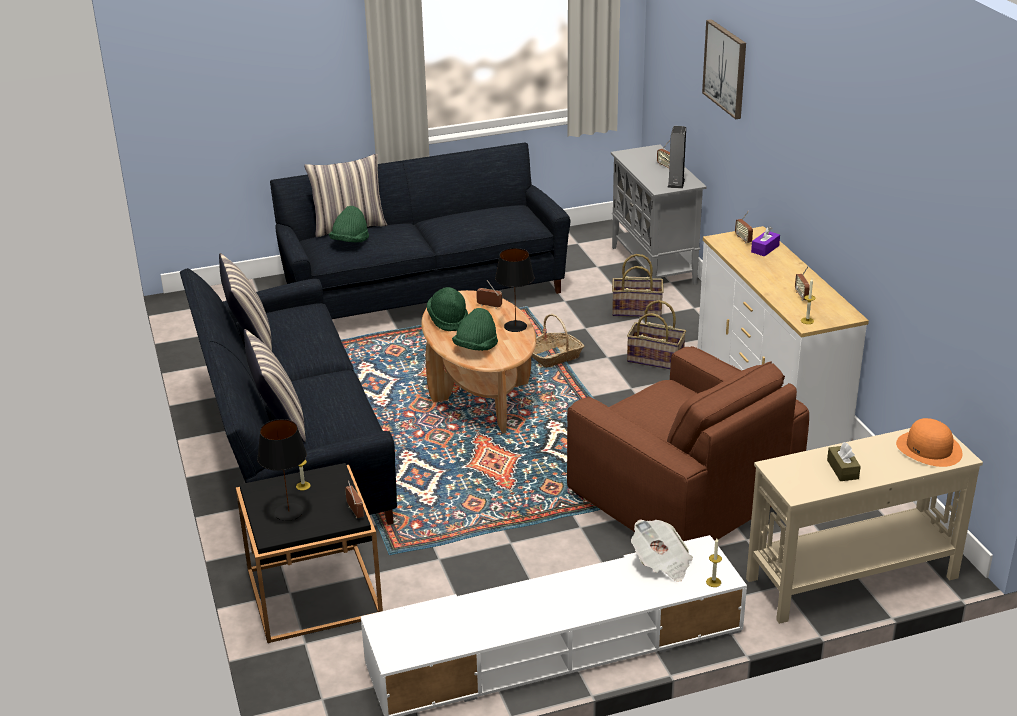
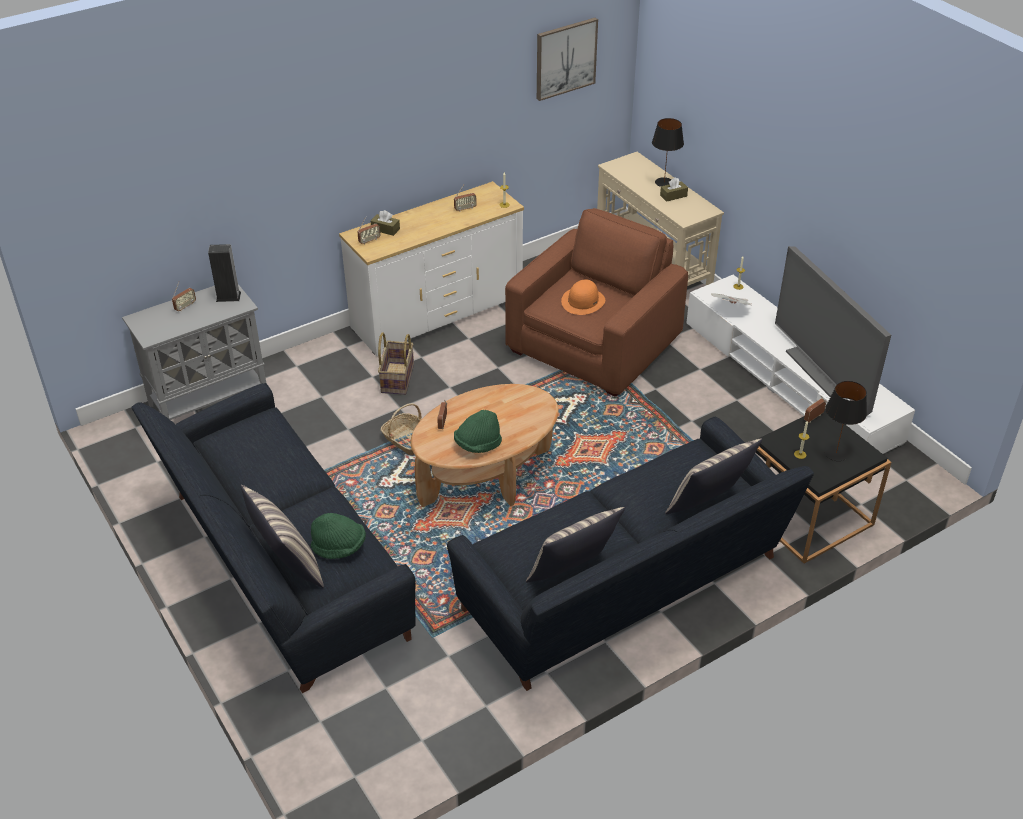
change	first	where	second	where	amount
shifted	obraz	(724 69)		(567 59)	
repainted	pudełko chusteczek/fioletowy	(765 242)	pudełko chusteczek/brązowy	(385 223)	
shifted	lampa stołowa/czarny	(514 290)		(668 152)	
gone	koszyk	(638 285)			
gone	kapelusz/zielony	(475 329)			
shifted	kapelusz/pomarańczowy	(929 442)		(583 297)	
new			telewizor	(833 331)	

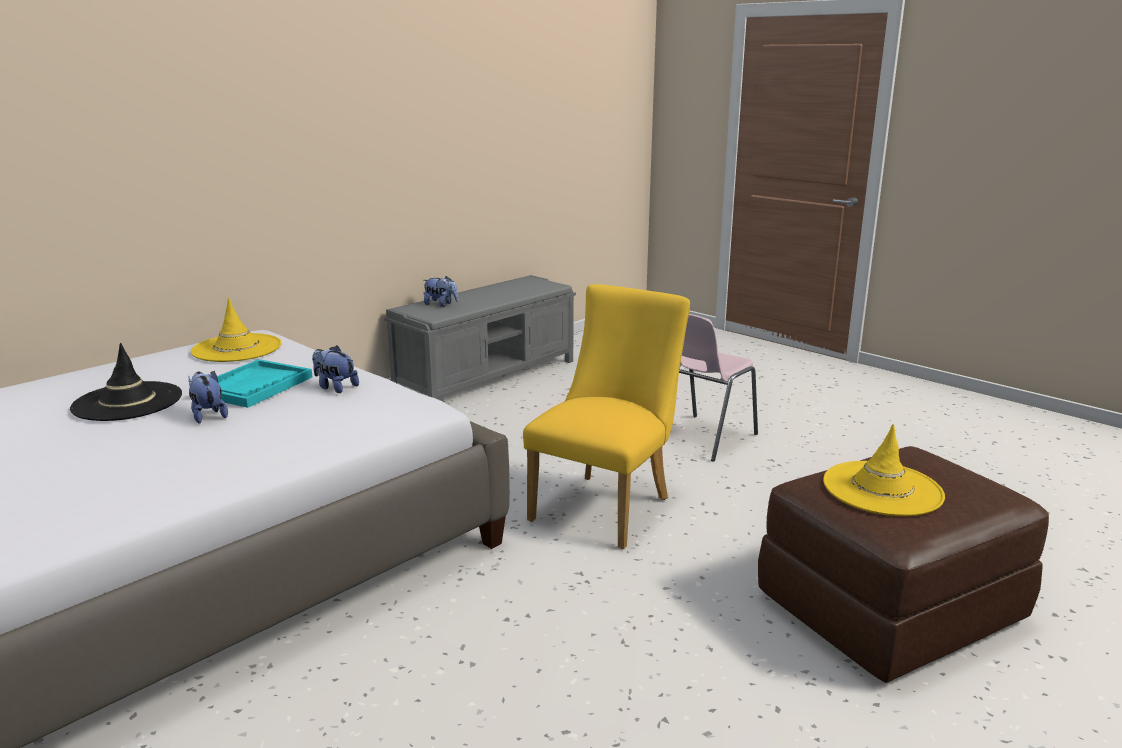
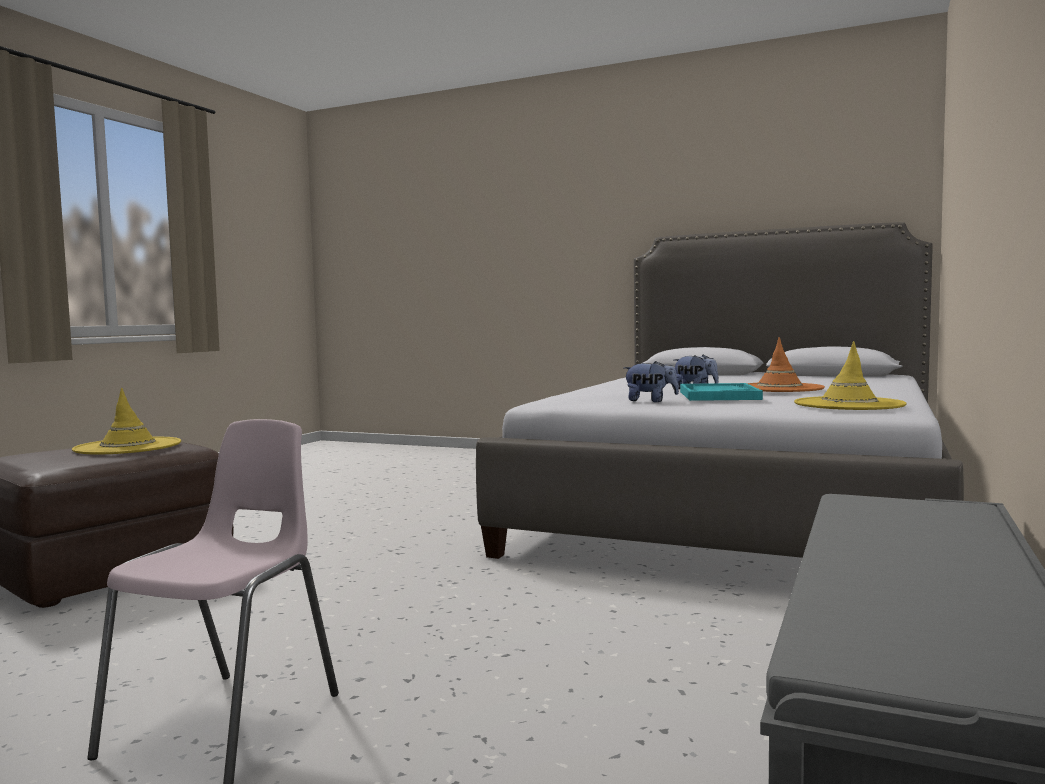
change	first	where	second	where	amount
gone	pluszak	(441 291)			
gone	krzesło/żółty	(606 416)			
repainted	kapelusz/czarny	(126 382)	kapelusz/pomarańczowy	(786 364)	

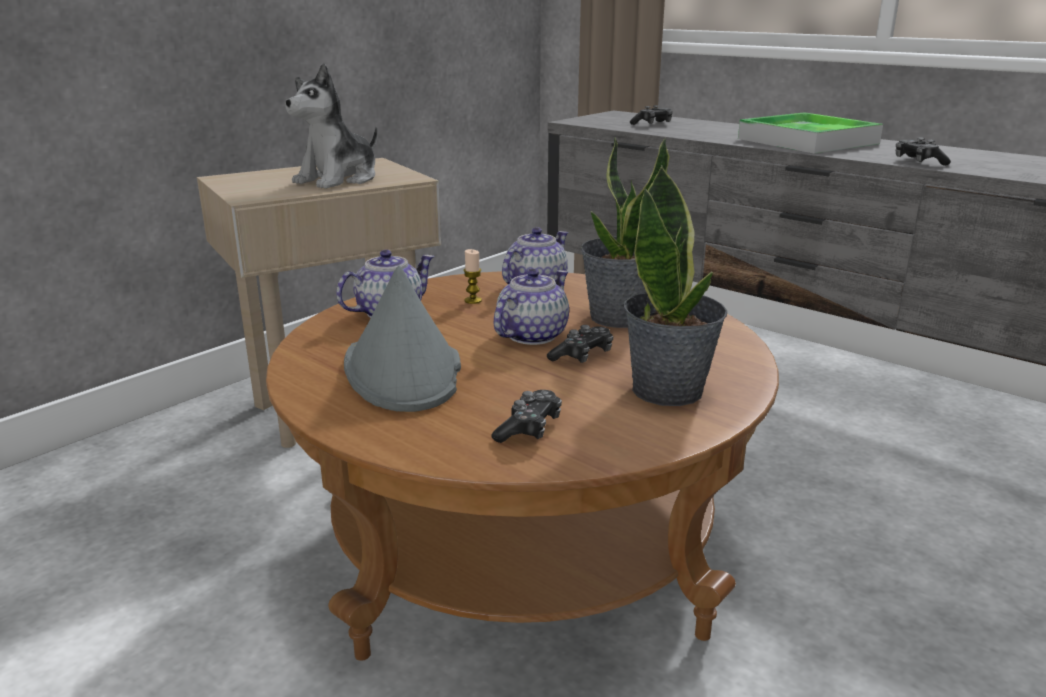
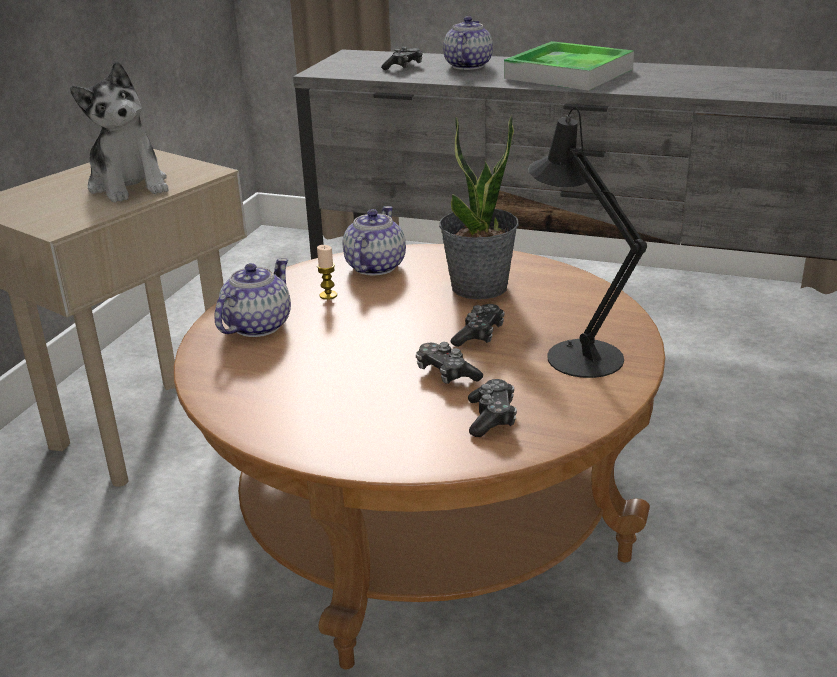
change	first	where	second	where	amount
rotated	pluszak	(331 126)		(119 132)	45 degrees counterclockwise
shifted	pad do gier	(923 151)		(449 363)	
swapped	roślina doniczkowa	(675 285)	lampa stołowa/czarny	(587 242)	
gone	kapelusz/szary	(402 338)			
shifted	imbryk	(531 306)		(468 43)	

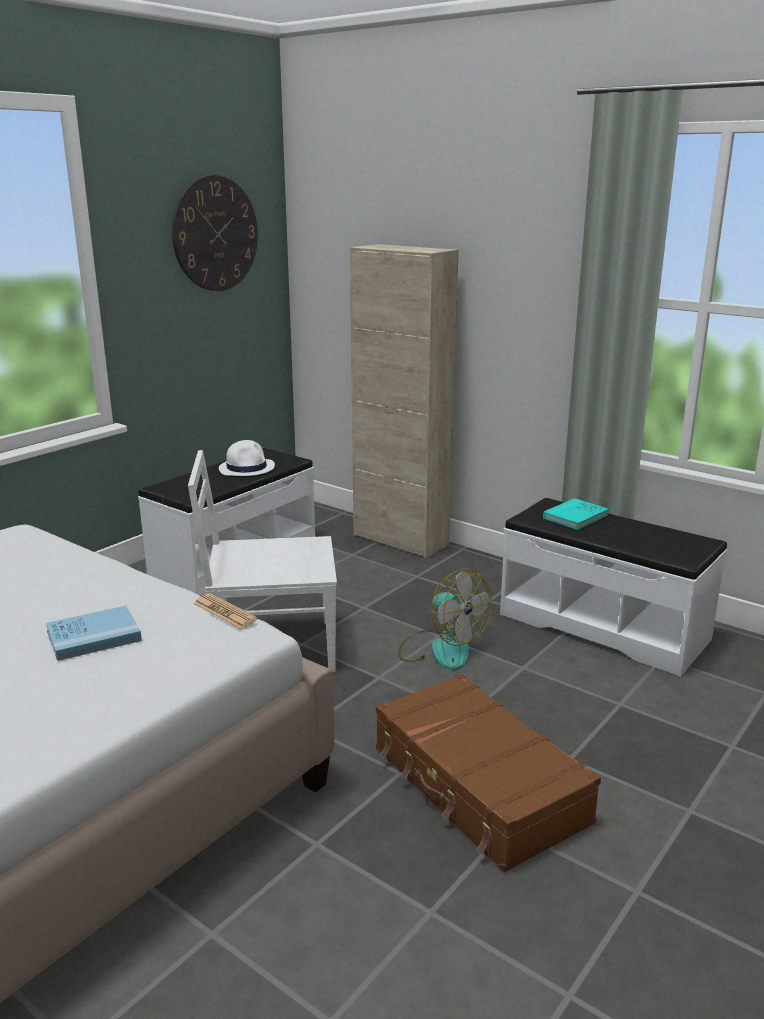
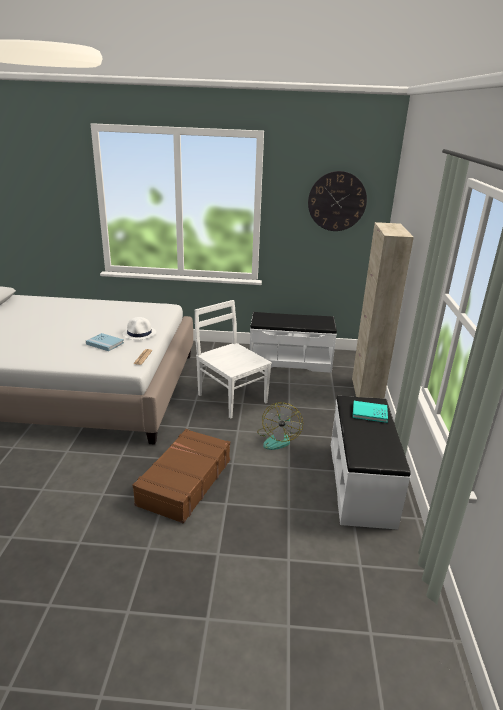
change	first	where	second	where	amount
shifted	kapelusz/biały	(247 458)		(139 328)	

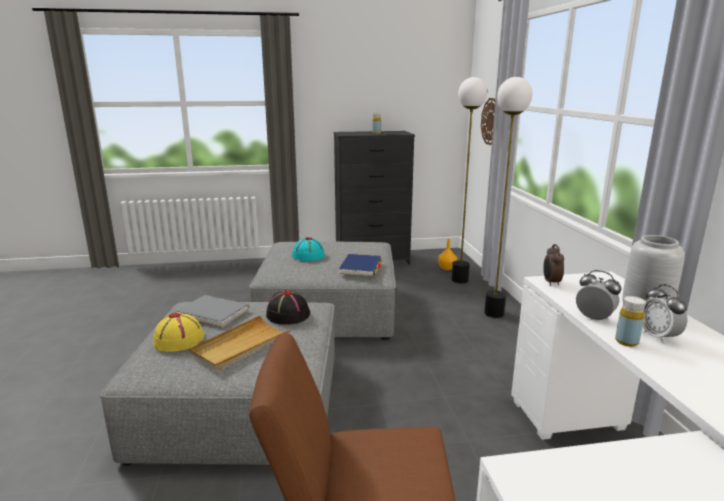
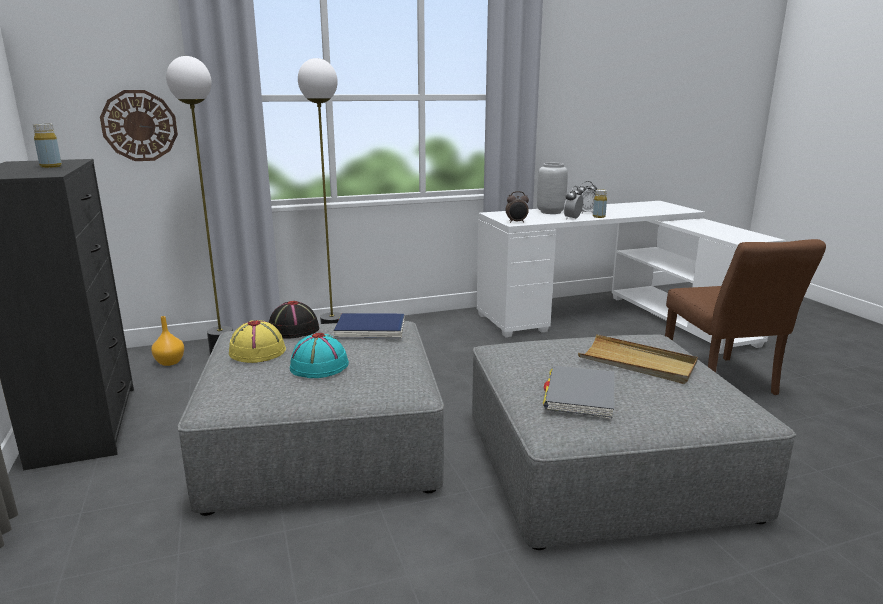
change	first	where	second	where	amount
shifted	kapelusz/czarny	(288 307)		(294 319)	
shifted	kapelusz/żółty	(178 332)		(257 341)	

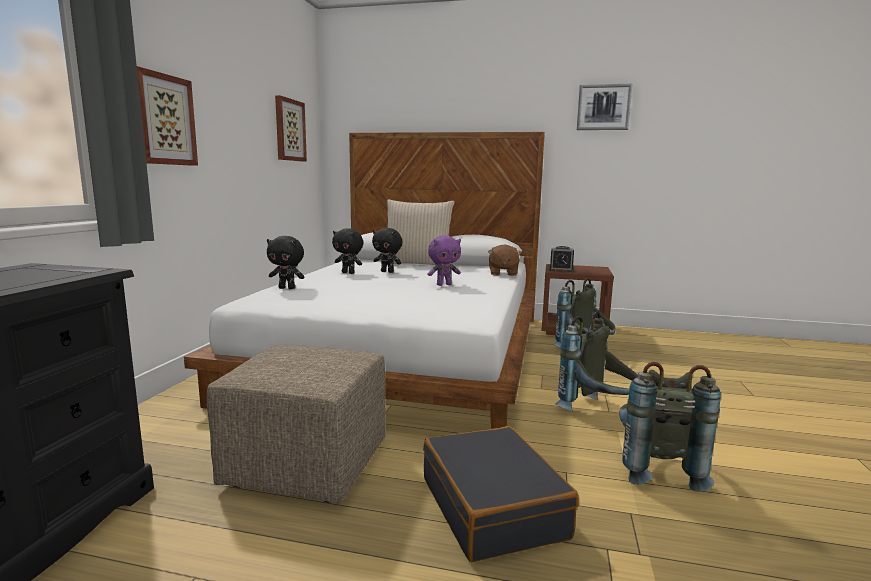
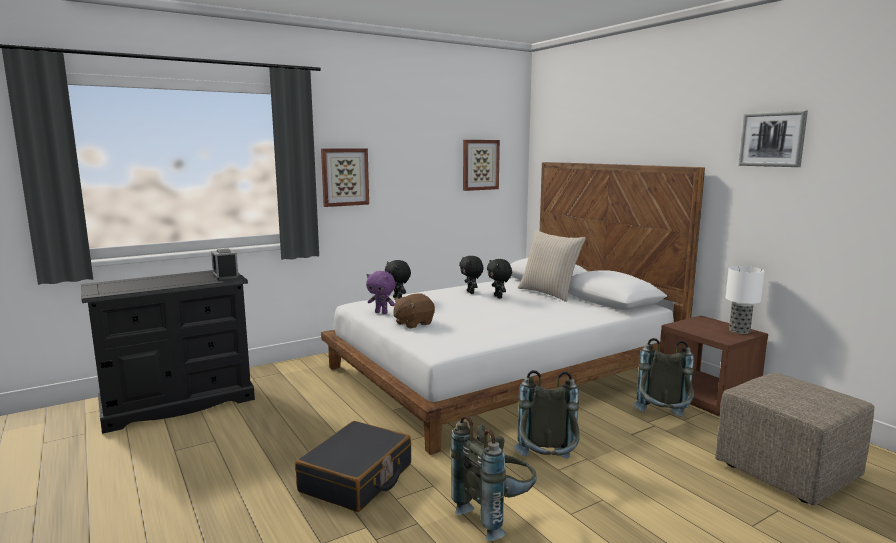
change	first	where	second	where	amount
shifted	pluszak/fioletowy	(444 261)		(380 292)	
shifted	pluszak/brązowy	(505 260)		(414 311)	
shifted	budzik	(561 259)		(225 264)	
shifted	pufa/beżowy	(296 424)		(794 439)	
new			lampa stołowa	(745 300)	

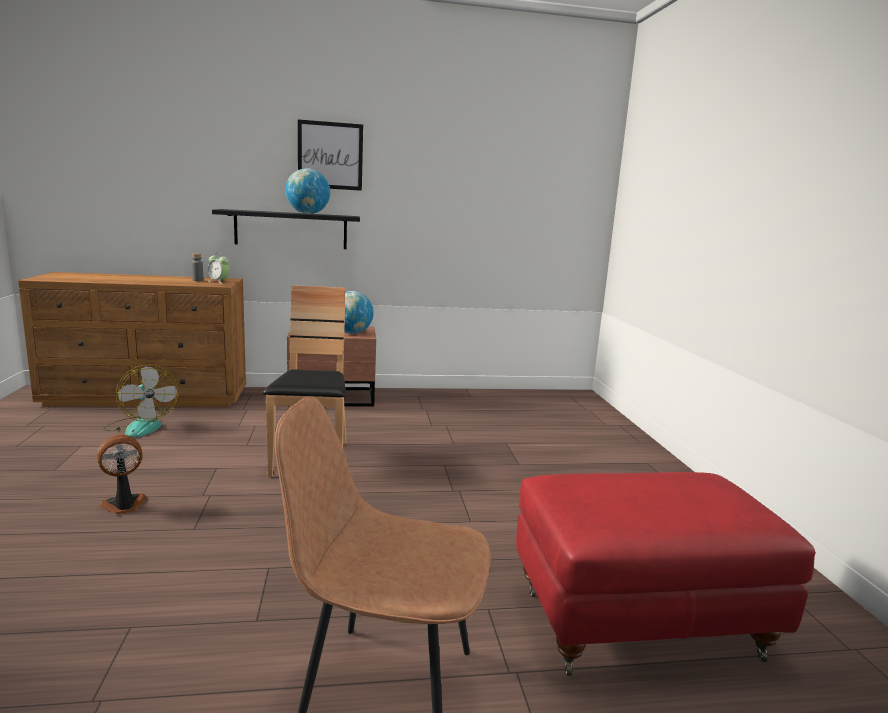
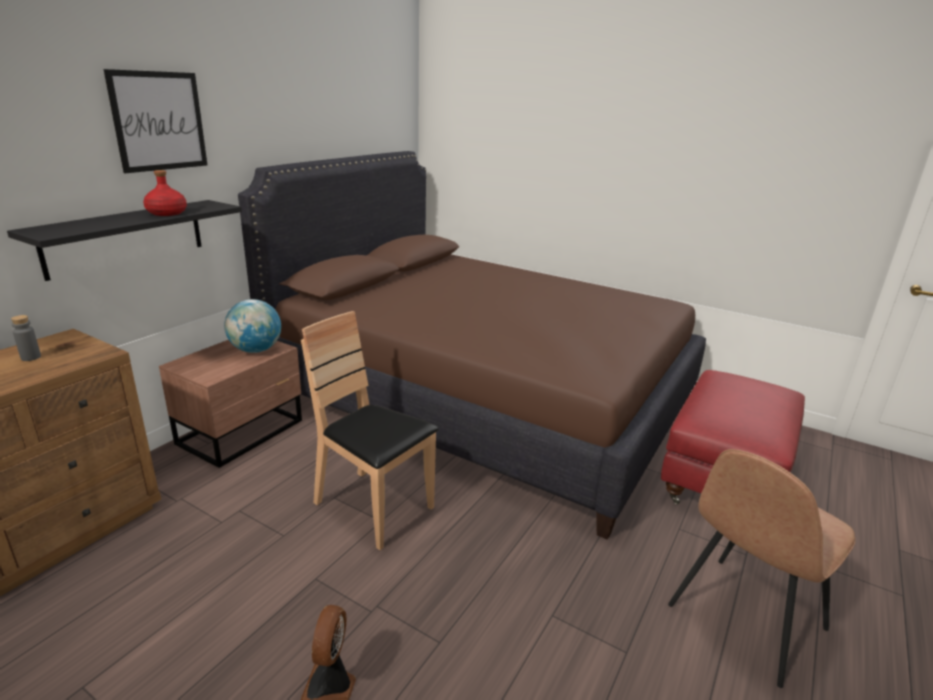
change	first	where	second	where	amount
swapped	globus	(307 191)	butelka/czerwony	(165 193)	
gone	budzik	(219 268)			
gone	wentylator	(140 401)			
new			łóżko/brązowy	(472 345)	

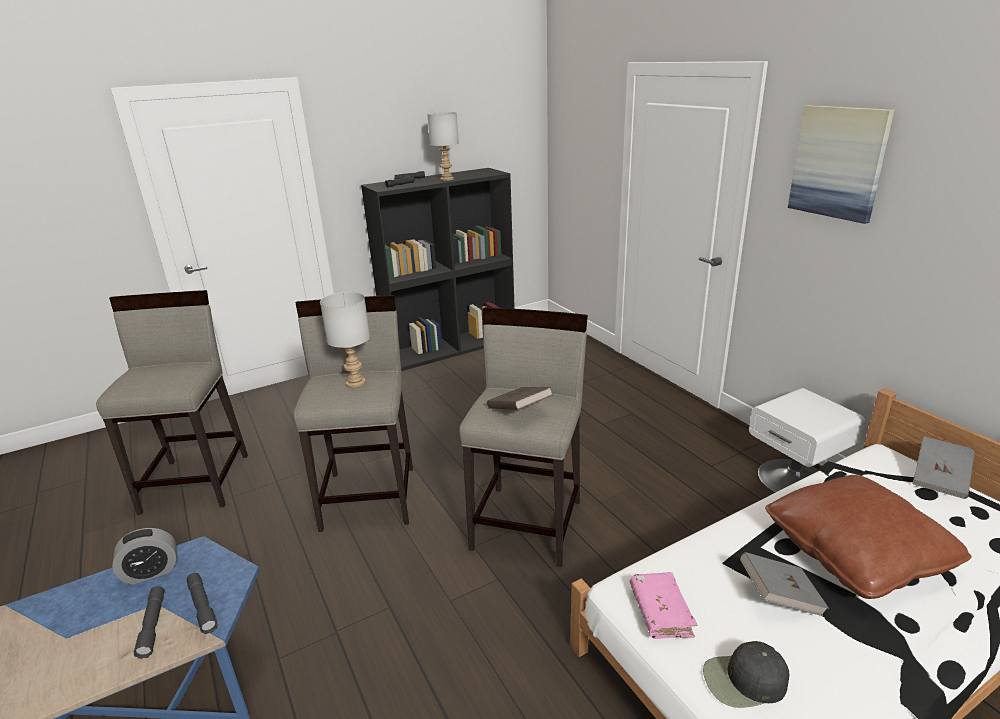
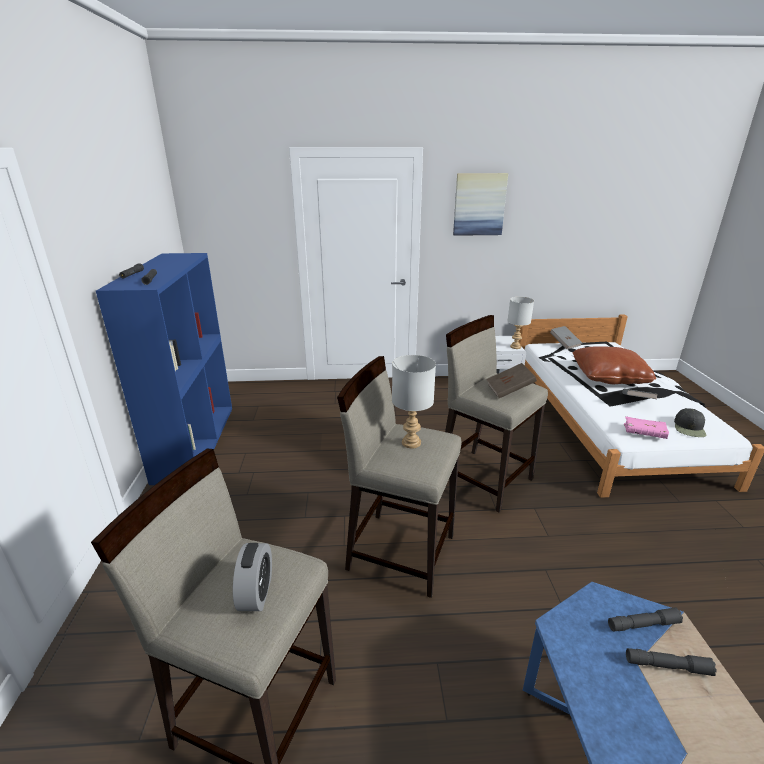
change	first	where	second	where	amount
shifted	lampa stołowa/szary	(443 146)		(520 323)	
repainted	regał/czarny	(438 269)	regał/niebieski	(164 369)	
shifted	budzik	(144 556)		(252 577)	

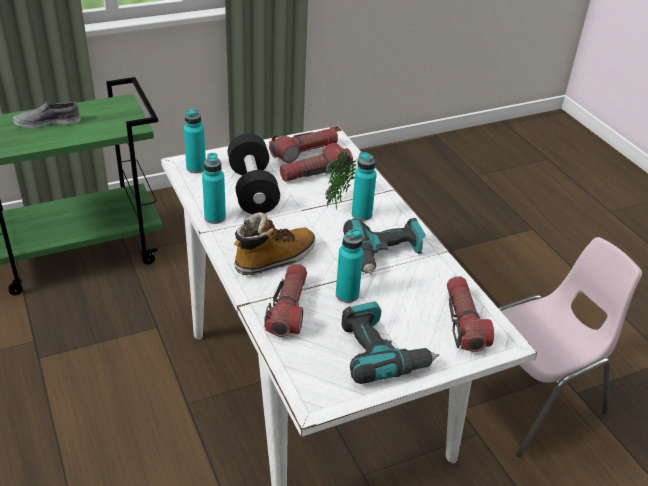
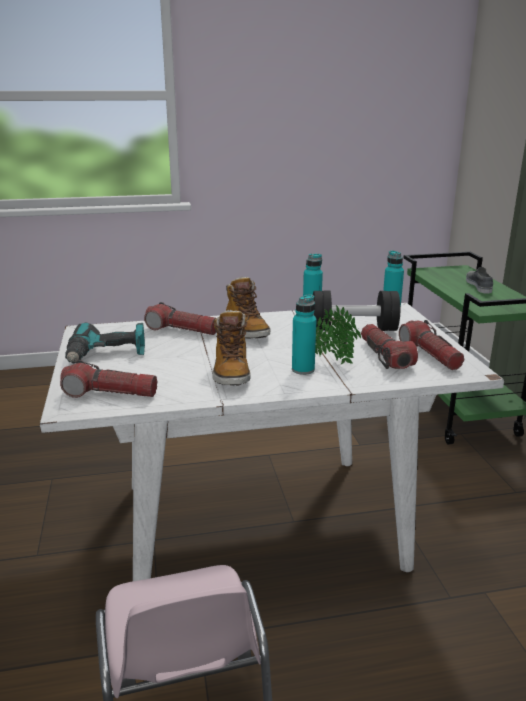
change	first	where	second	where	amount
swapped	wiertarka	(384 246)	but z cholewką	(231 348)	
gone	butelka/turkusowy	(349 265)			

